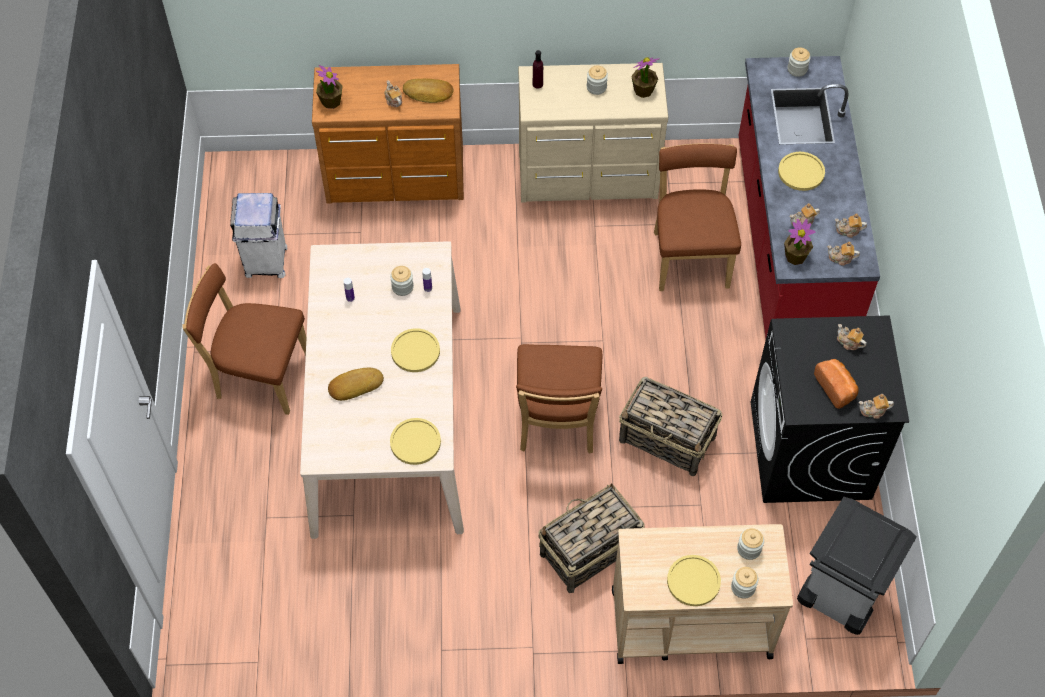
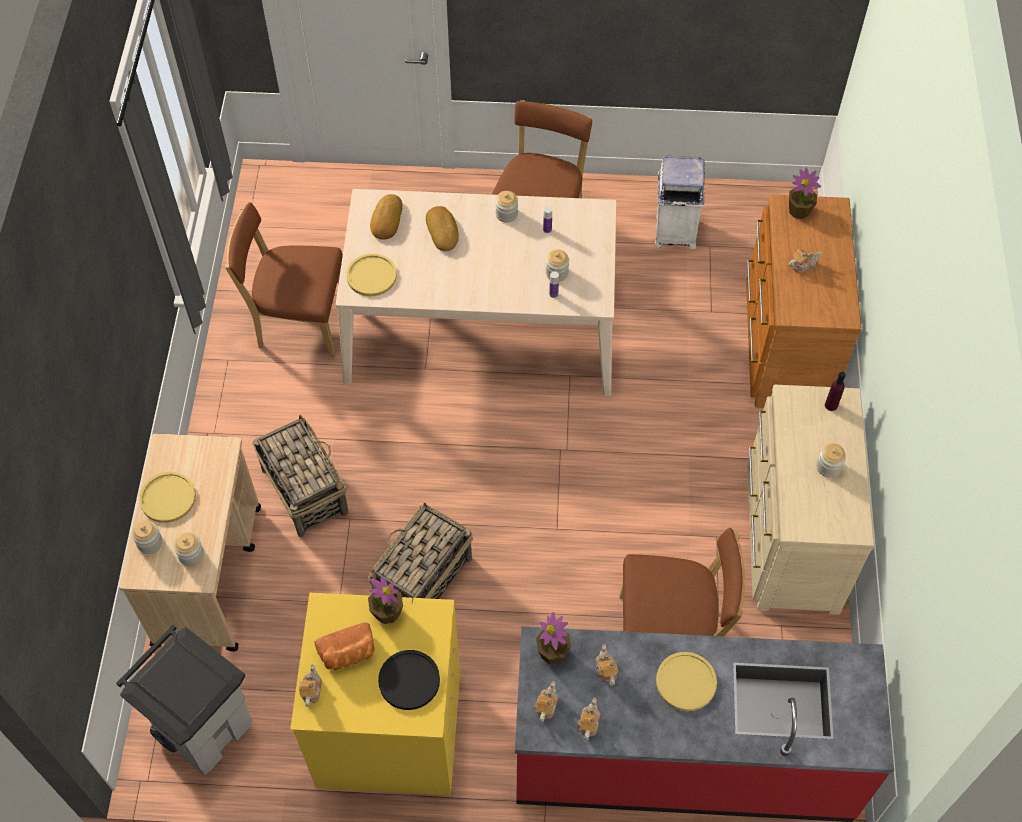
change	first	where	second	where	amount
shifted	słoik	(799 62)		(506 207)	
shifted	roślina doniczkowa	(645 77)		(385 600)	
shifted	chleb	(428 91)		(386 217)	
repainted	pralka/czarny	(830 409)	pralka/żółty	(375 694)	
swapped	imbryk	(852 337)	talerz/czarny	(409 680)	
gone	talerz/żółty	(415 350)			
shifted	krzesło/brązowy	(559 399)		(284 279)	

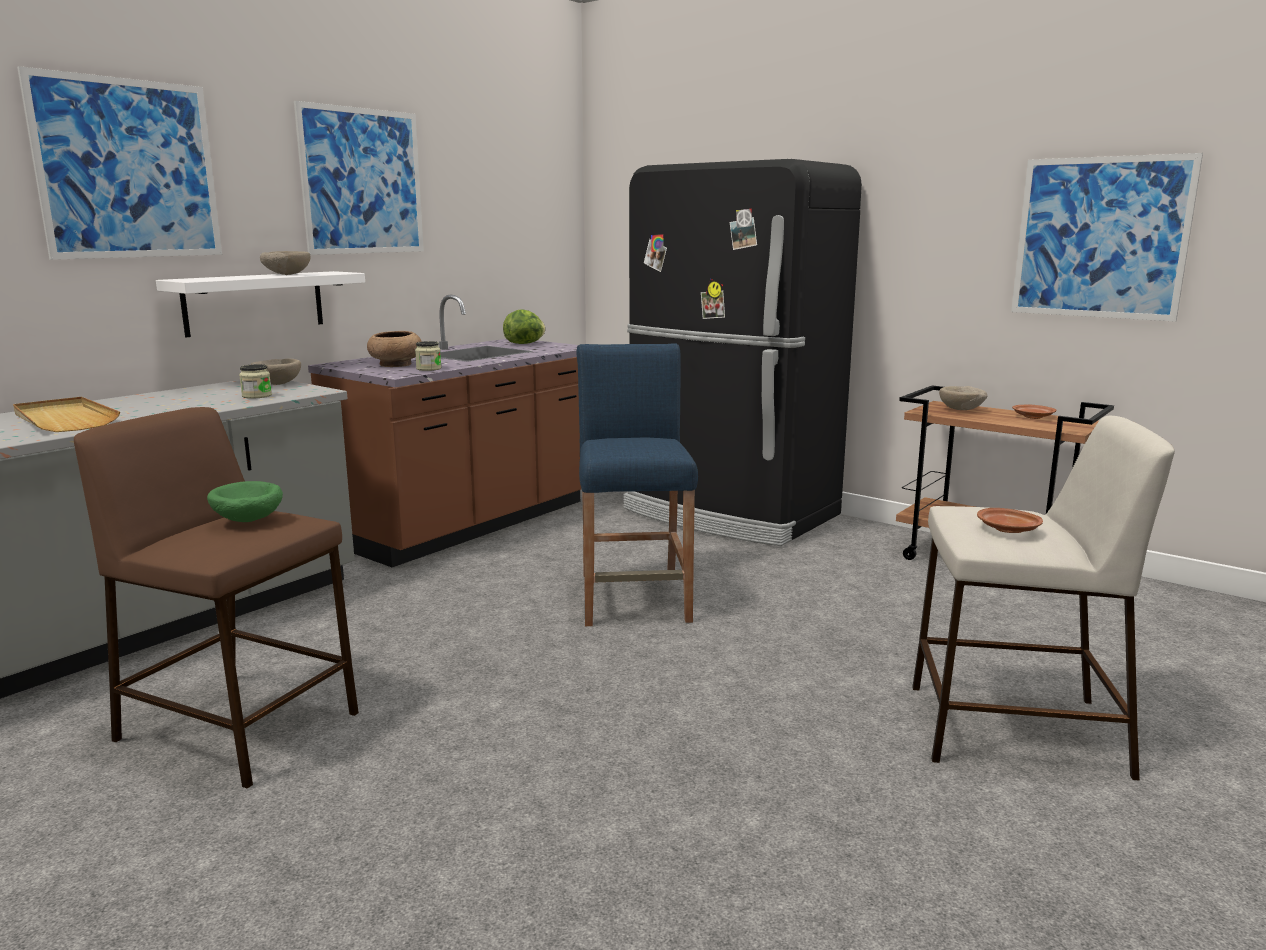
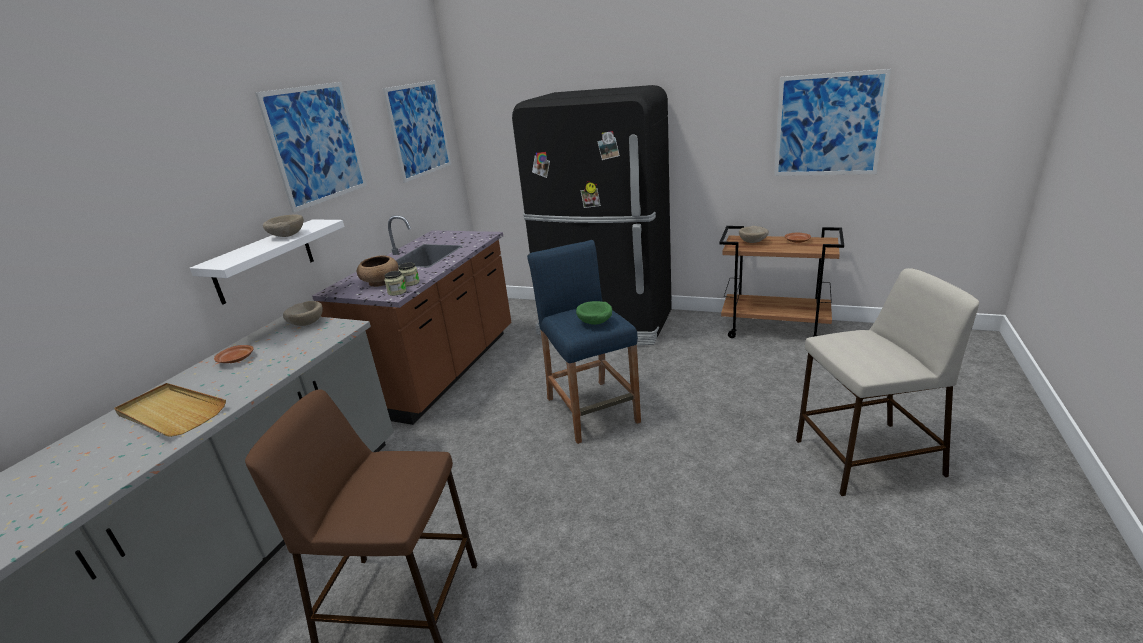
change	first	where	second	where	amount
shifted	obraz	(119 163)		(417 131)	
gone	sałata	(524 326)			
shifted	słoik	(255 381)		(395 283)	
shifted	miska/zielony	(245 501)		(594 313)	
shifted	talerz/brązowy	(1010 520)		(234 354)	

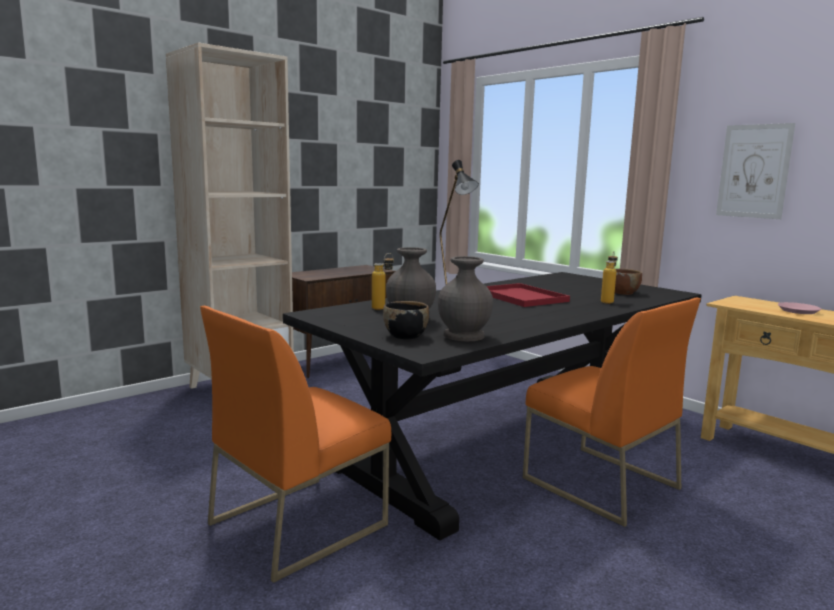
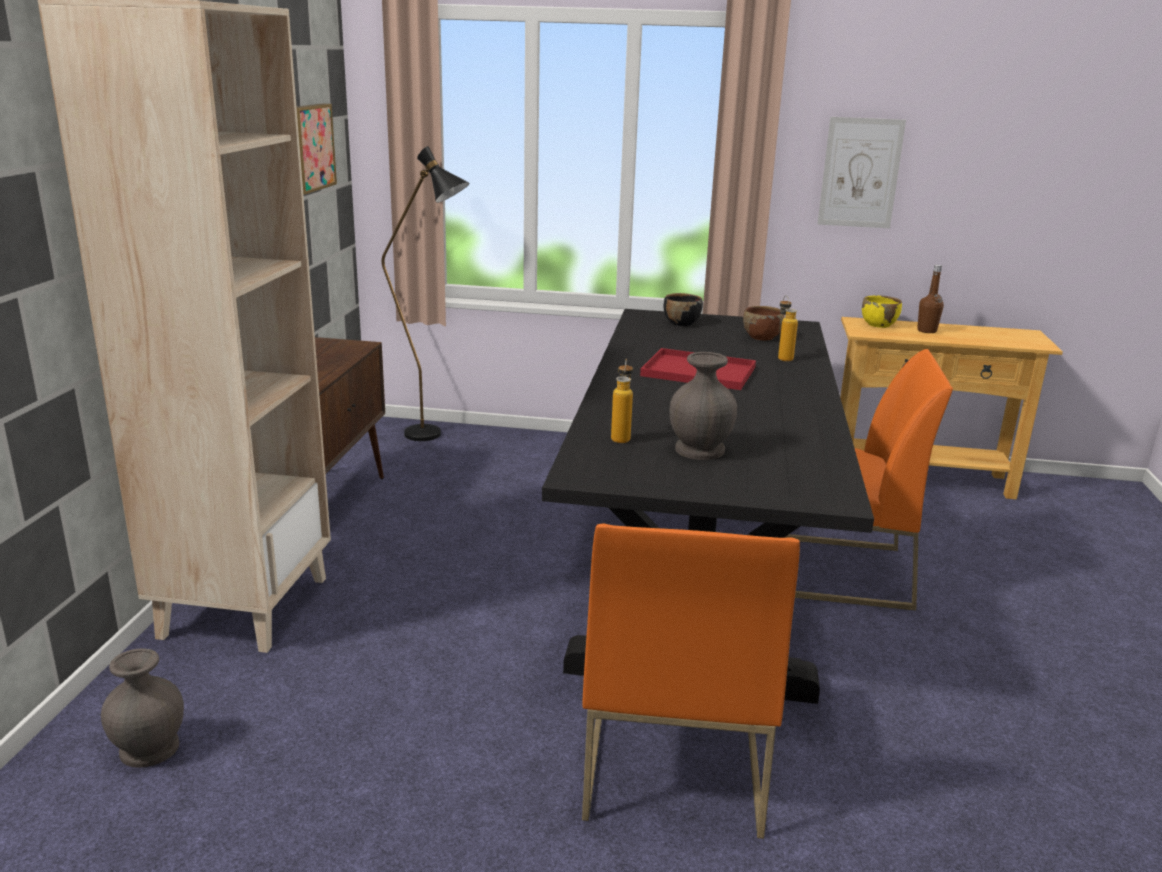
change	first	where	second	where	amount
shifted	wazon/szary	(465 298)		(142 708)	
shifted	miska/czarny	(406 320)		(683 309)	
swapped	talerz/różowy	(799 308)	butelka/brązowy	(930 299)	
new			obraz	(317 149)	
new			miska/żółty	(882 311)	

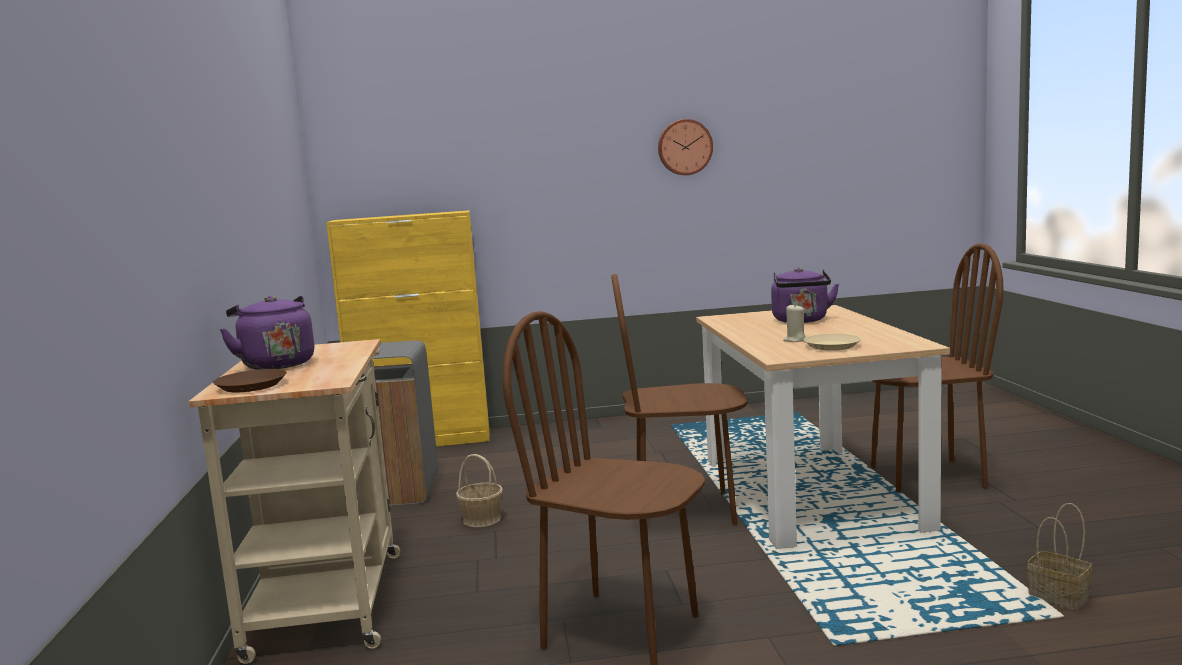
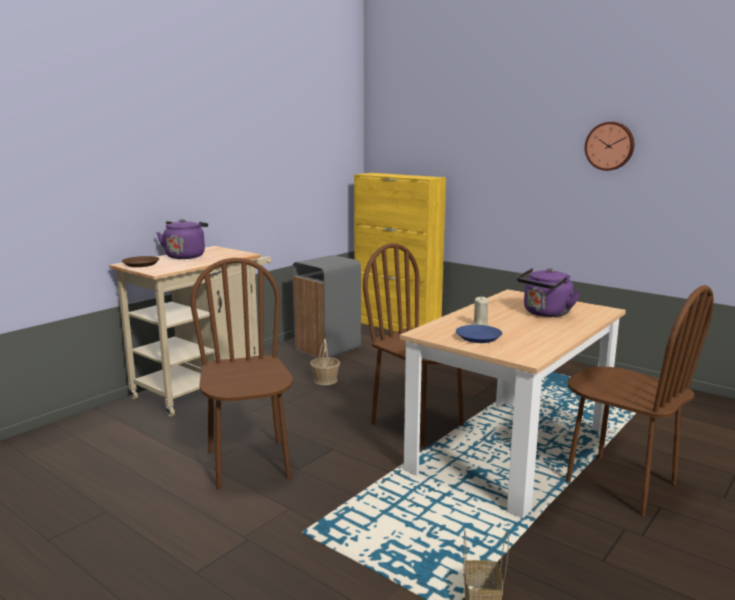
change	first	where	second	where	amount
repainted	talerz/beżowy	(832 342)	talerz/niebieski	(479 334)	

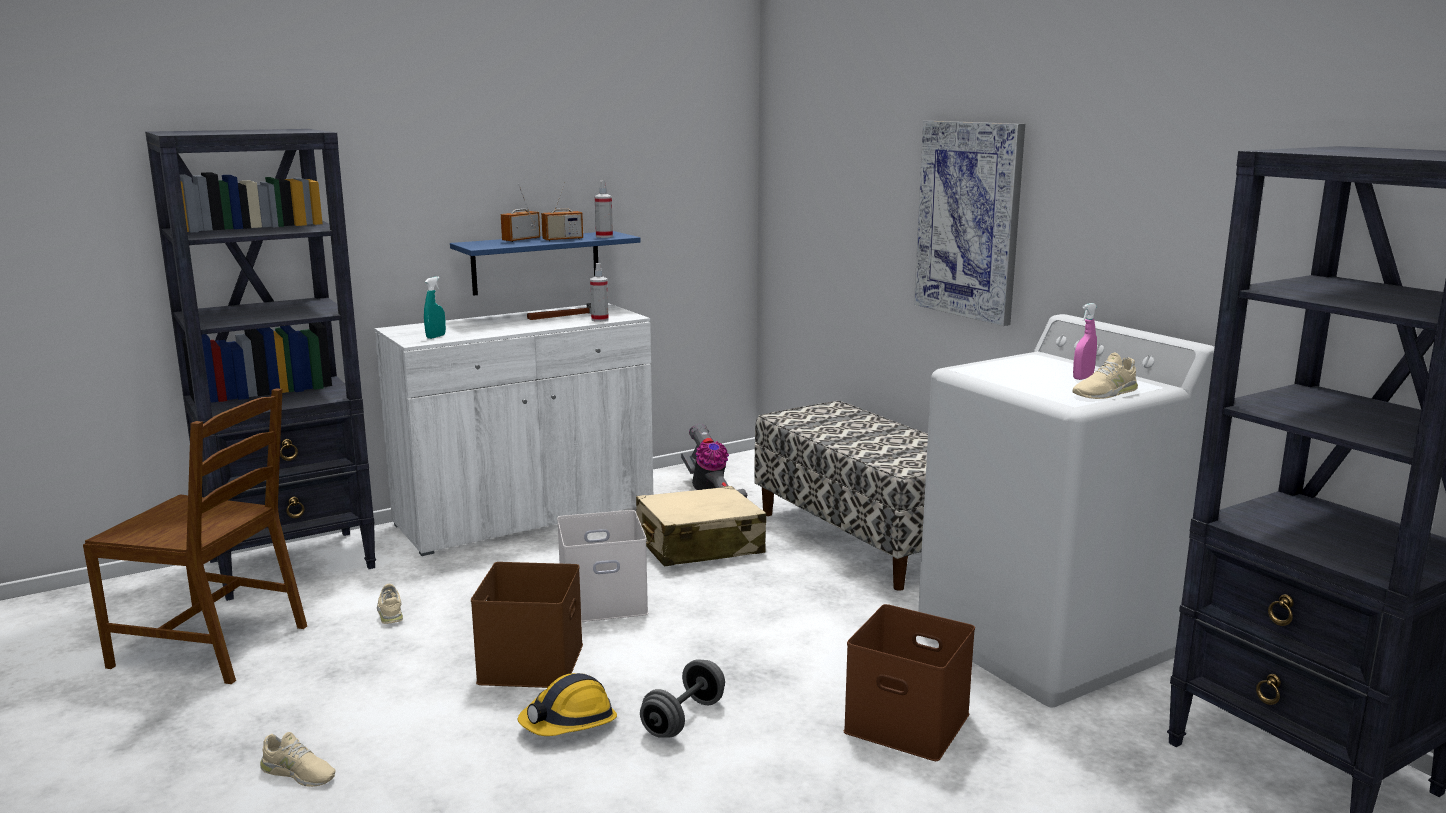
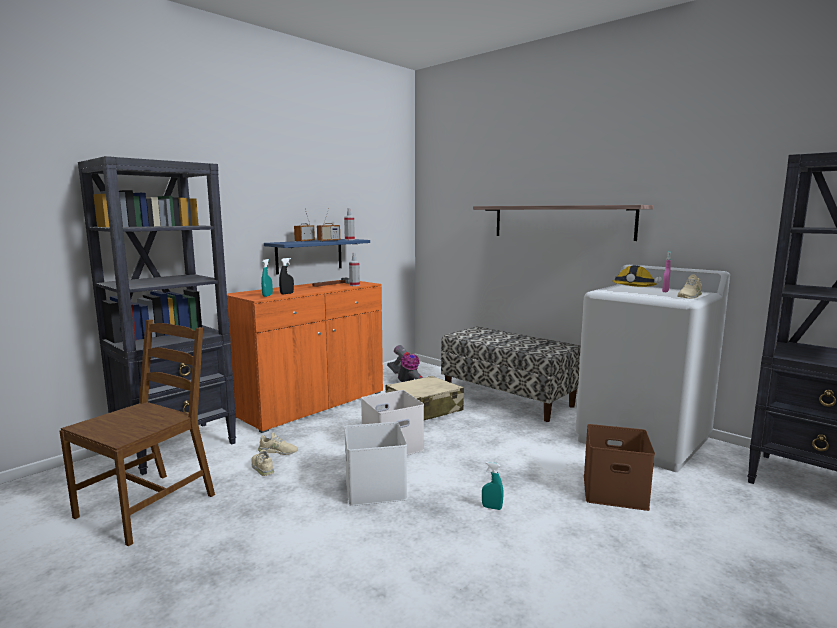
change	first	where	second	where	amount
swapped	obraz	(969 223)	półka	(563 223)	
repainted	szafka/biały	(514 429)	szafka/pomarańczowy	(305 356)	
rotated	krzesło/brązowy	(195 536)		(137 432)	60 degrees counterclockwise
repainted	pojemnik do przechowywania/brązowy	(527 625)	pojemnik do przechowywania/biały	(375 464)	
swapped	hantel/szary	(682 698)	spryskiwacz/turkusowy	(492 486)	
shifted	kask	(567 704)		(634 276)	
shifted	but/beżowy	(297 759)		(278 443)	
new			spryskiwacz/czarny	(286 276)	

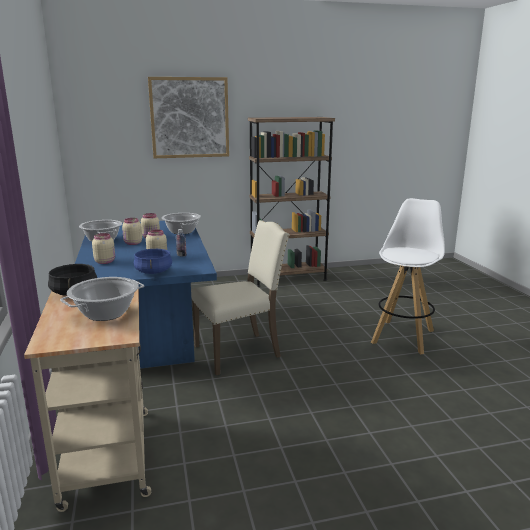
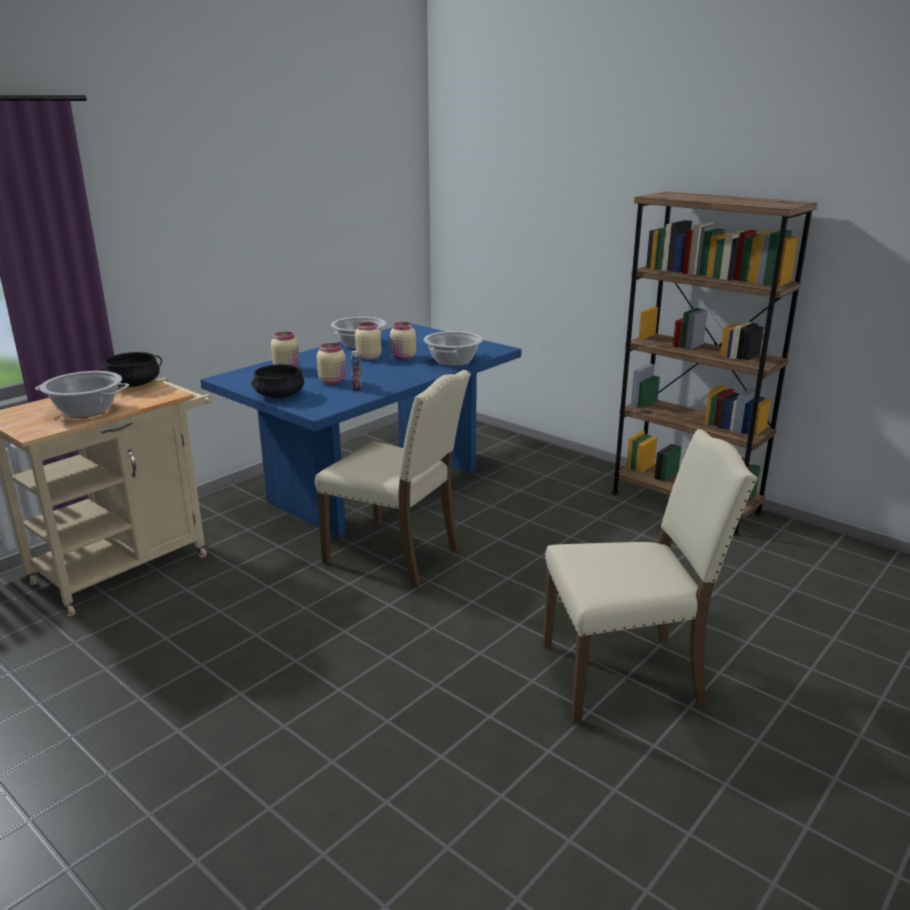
change	first	where	second	where	amount
gone	obraz	(188 117)			
swapped	stołek/biały	(408 276)	krzesło/beżowy	(650 576)	
repainted	garnek/niebieski	(153 261)	garnek/czarny	(278 381)	

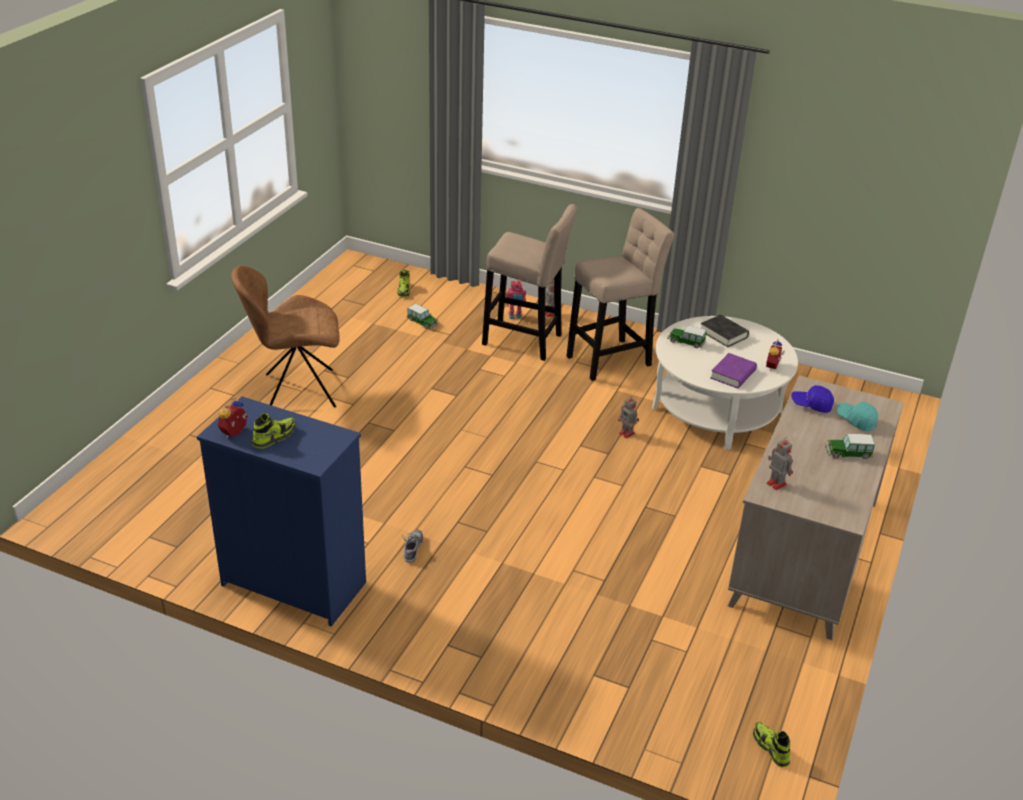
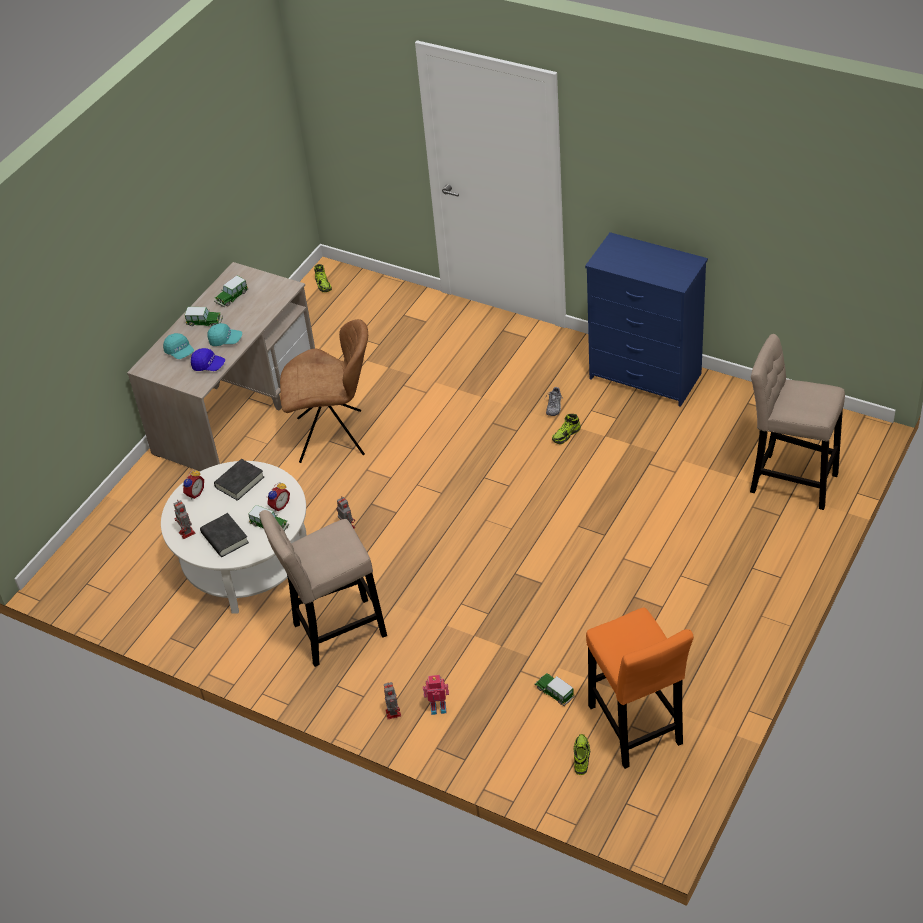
change	first	where	second	where	amount
shifted	stołek/beżowy	(529 282)		(797 422)	
shifted	krzesło/brązowy	(285 336)		(324 391)	
repainted	książka/fioletowy	(733 370)	książka/czarny	(239 480)	
shifted	budzik	(233 418)		(278 497)	
shifted	but	(273 431)		(566 429)	
shifted	robot zabawkowy	(779 463)		(184 519)	
new			samochodzik	(231 291)	
new			czapka z daszkiem/turkusowy	(225 334)	
new			stołek/pomarańczowy	(640 688)	

